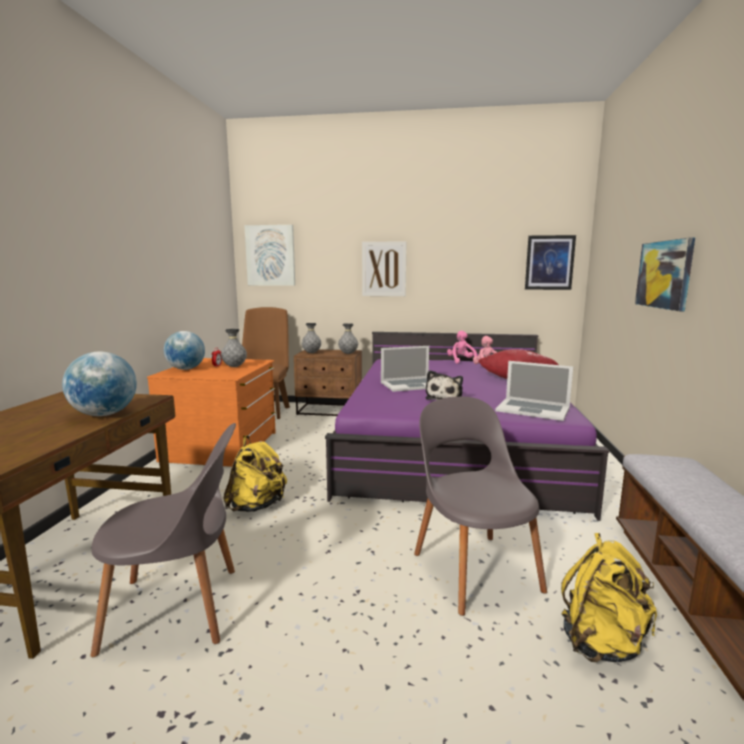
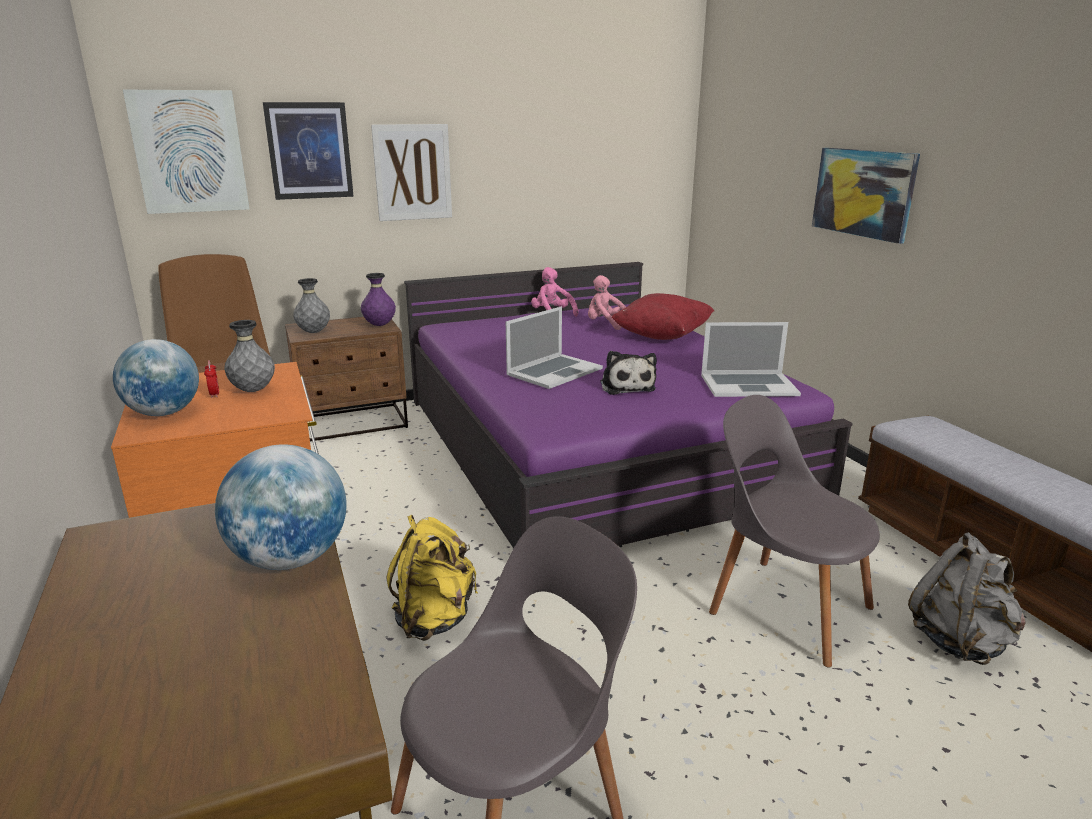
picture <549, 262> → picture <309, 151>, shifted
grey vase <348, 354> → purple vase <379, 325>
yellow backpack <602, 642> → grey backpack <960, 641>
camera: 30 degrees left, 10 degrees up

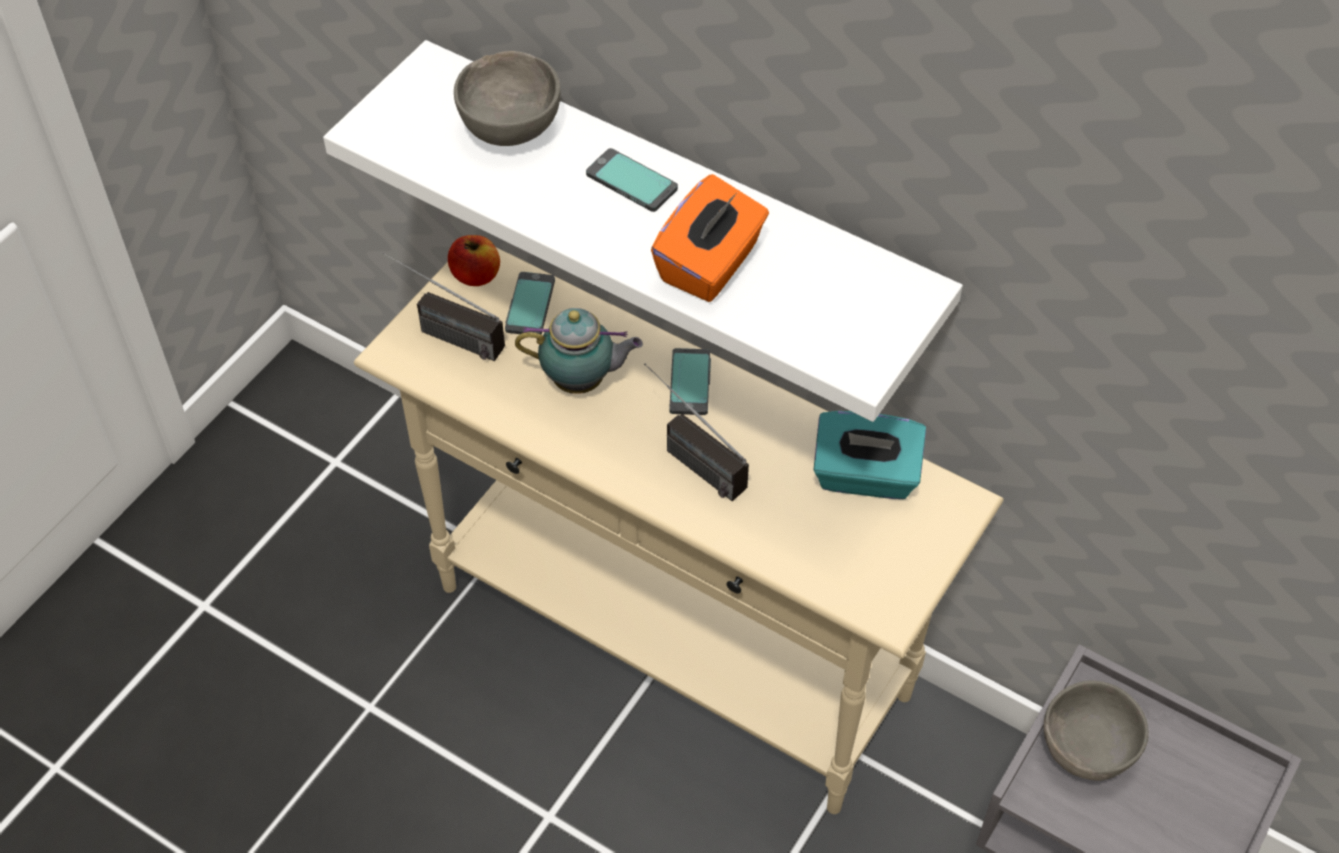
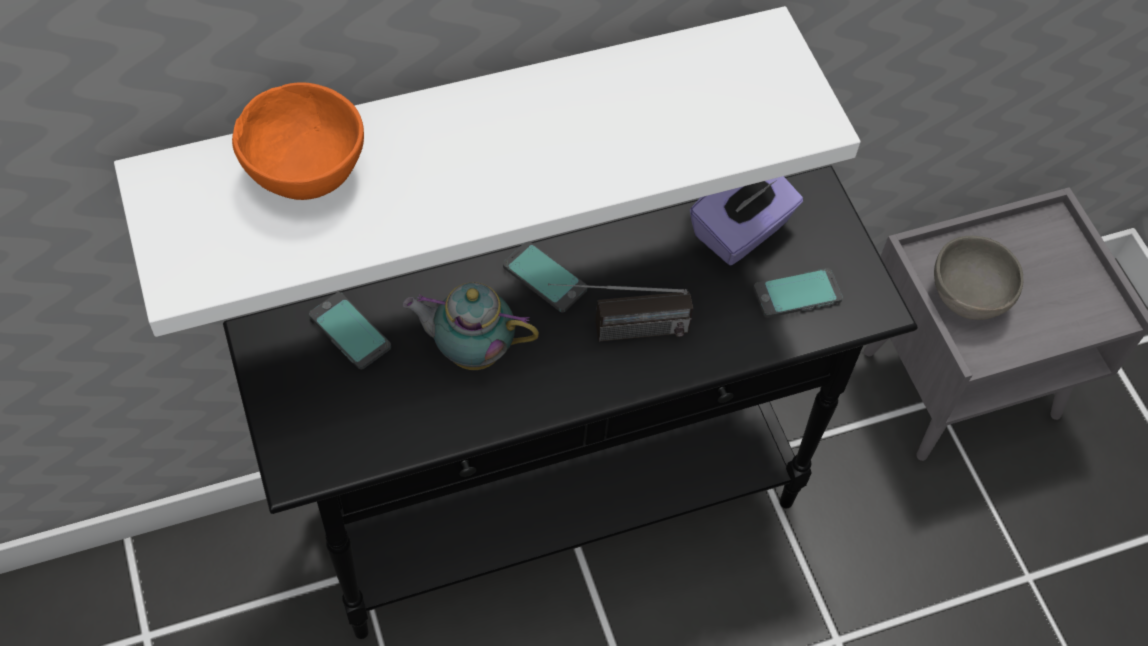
grey bowl <512, 128> → orange bowl <305, 170>
phone <631, 182> → phone <797, 294>, shifted
orange tissue box <710, 264> → -
apple <476, 275> → -
beige console table <672, 643> → black console table <560, 506>
radio <441, 333> → -
teapot <582, 381> → teapot <470, 351>, 120 degrees counterclockwise
turquoise tissue box <865, 476> → purple tissue box <741, 231>
camera: 55 degrees left, 5 degrees up

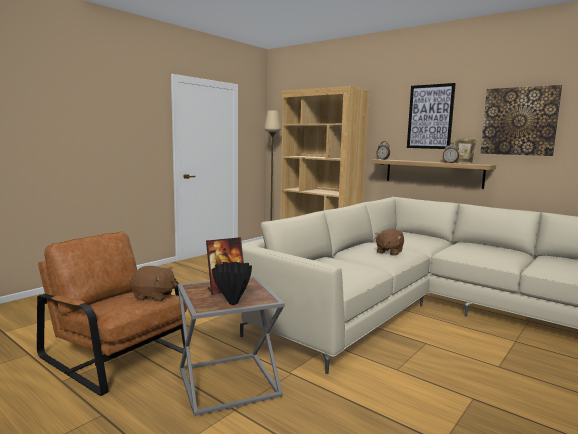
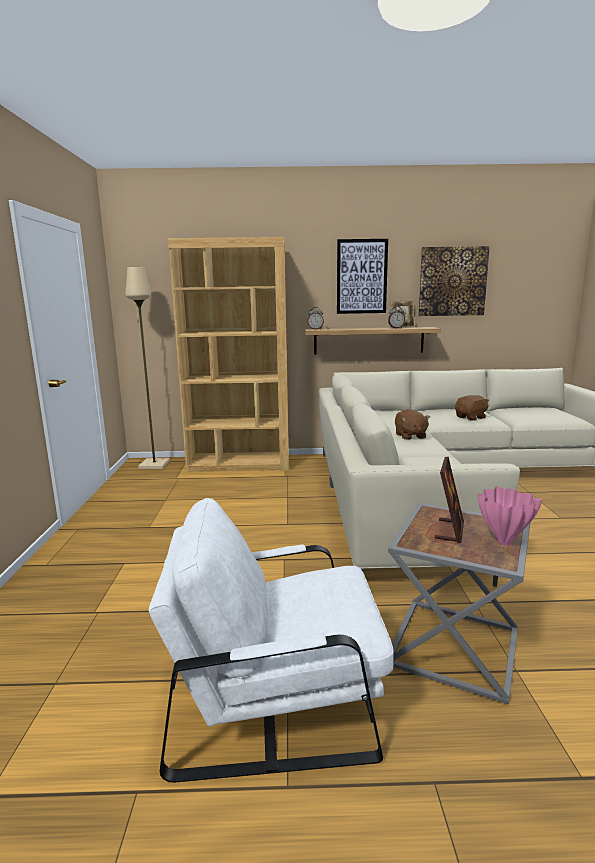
brown armchair <117, 354> → white armchair <276, 697>
black vase <233, 302> → pink vase <503, 542>
brown plush toy <154, 296> → brown plush toy <471, 418>, shifted
camera: 40 degrees left, 5 degrees up

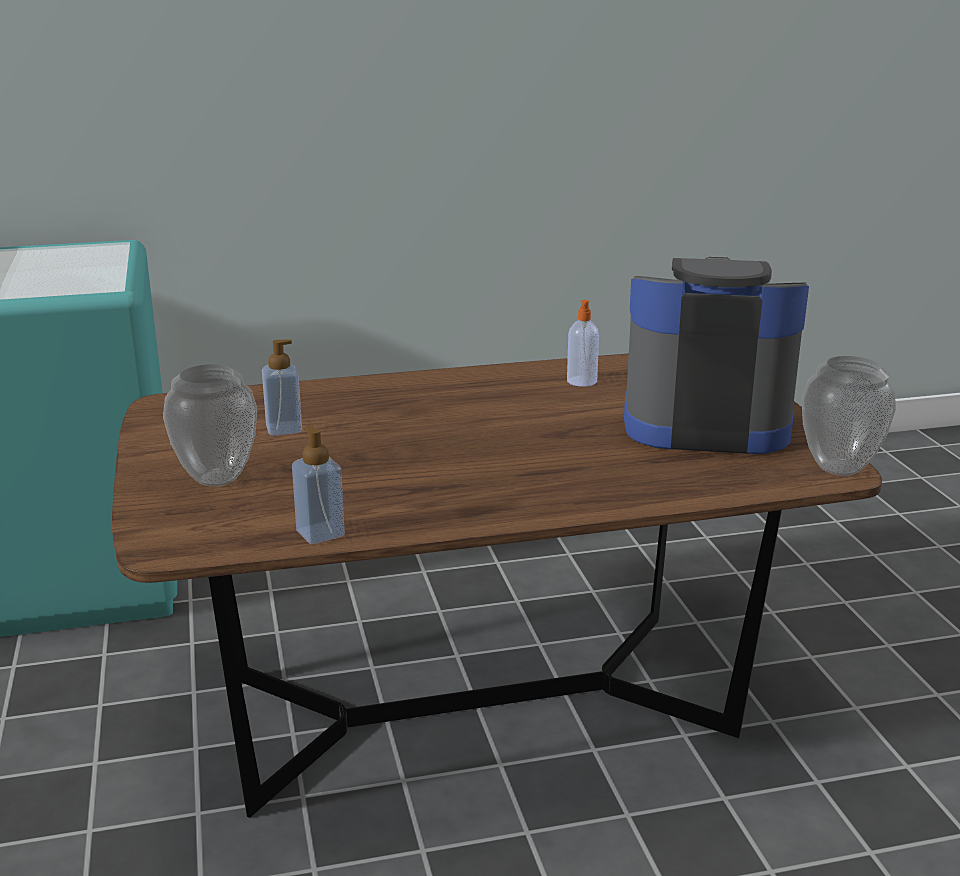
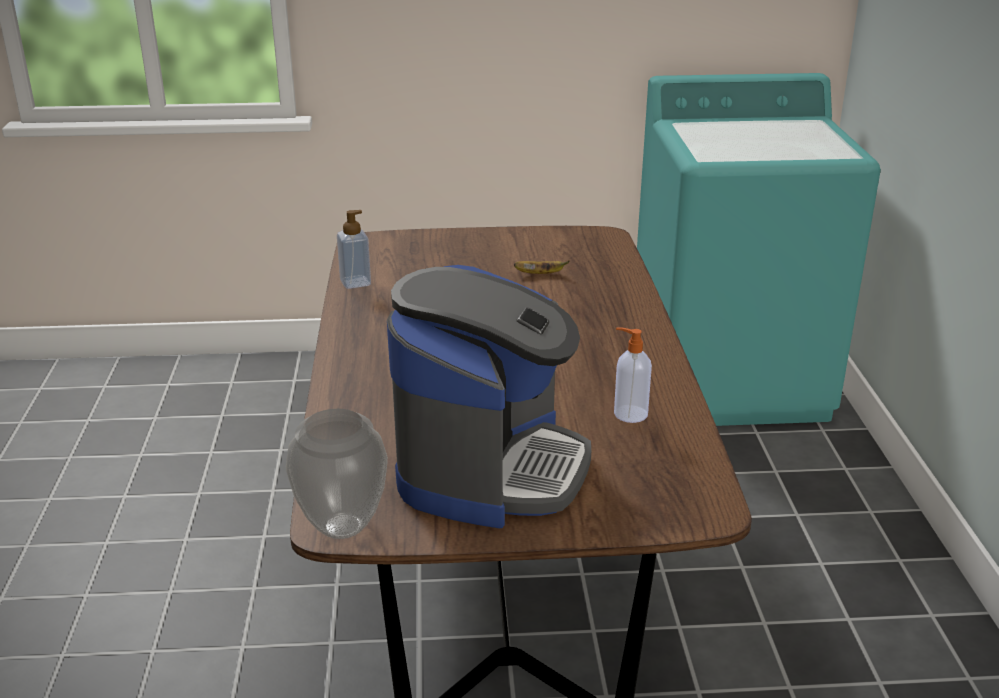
soap dispenser <284, 429> → banana <540, 274>
vase <218, 479> → -
camera: 100 degrees right, 5 degrees up

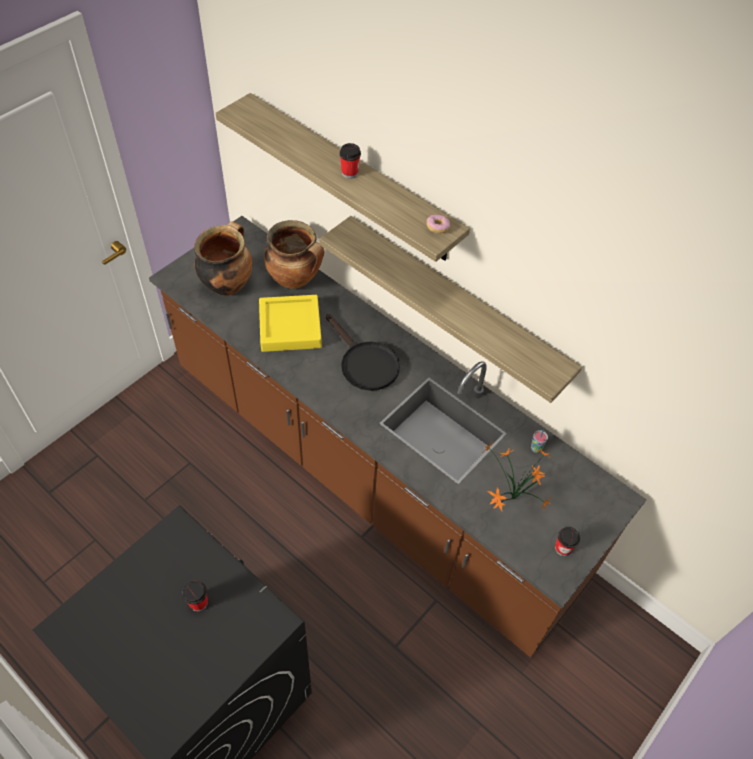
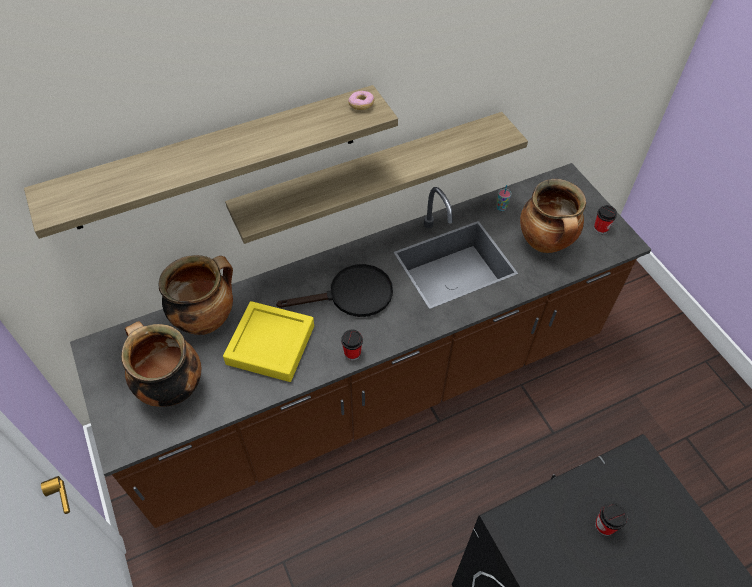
cup <349, 173> → cup <352, 353>, shifted
potted plant <510, 499> → cooking pot <545, 243>
camera: 65 degrees left, 0 degrees up

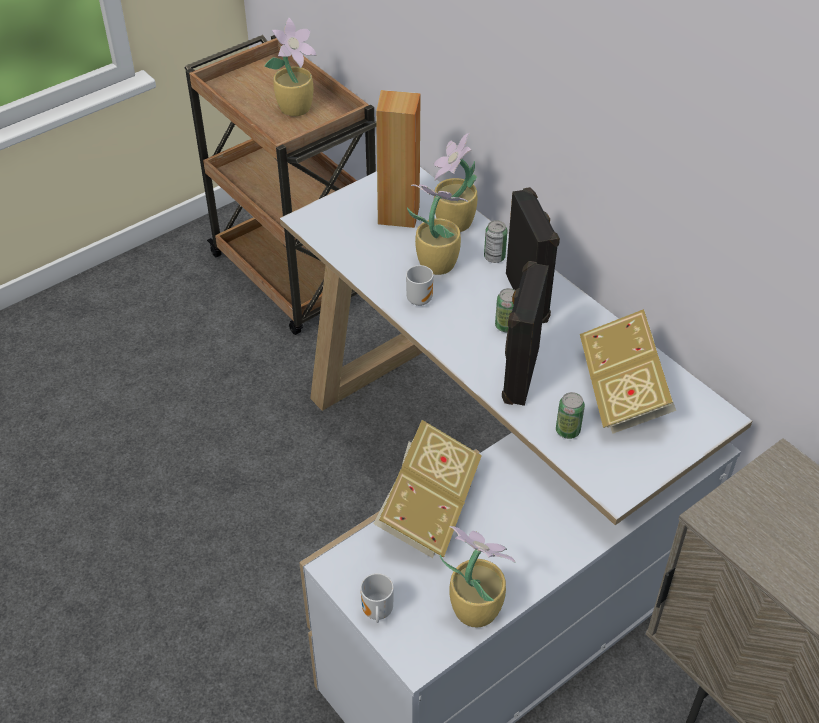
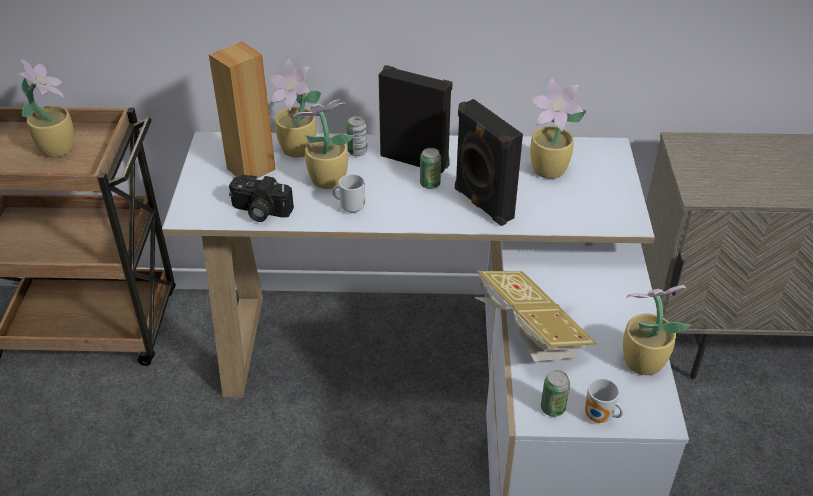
book <623, 392> → potted plant <550, 171>
can <567, 431> → can <552, 408>, shifted
- → photo camera <259, 211>
camera: 50 degrees left, 5 degrees down

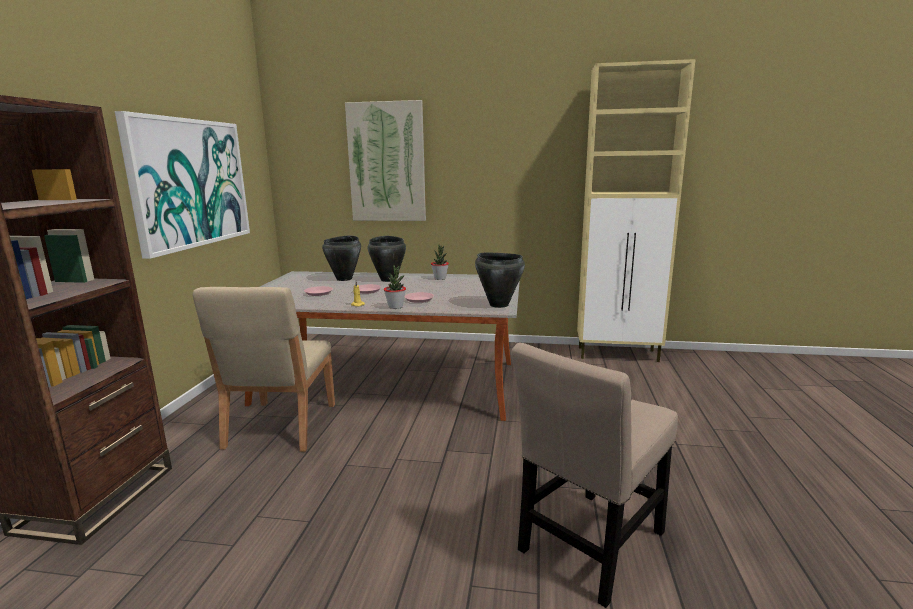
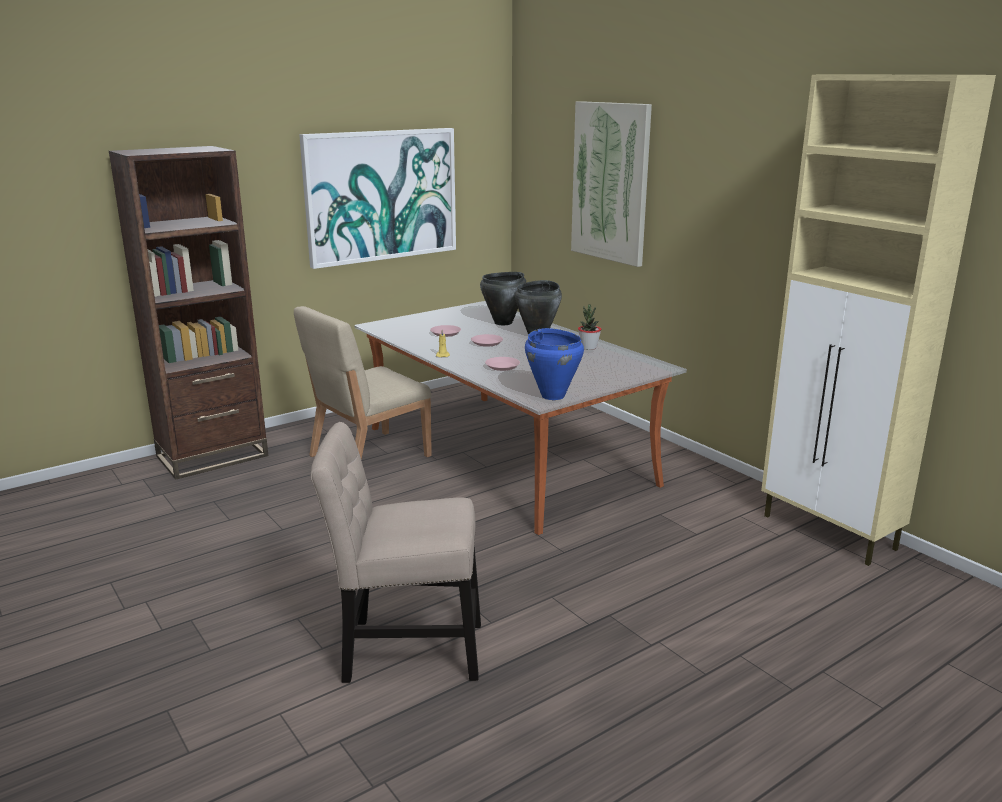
black cooking pot <498, 305> → blue cooking pot <553, 396>
potted plant <395, 307> → -
camera: 45 degrees right, 5 degrees up

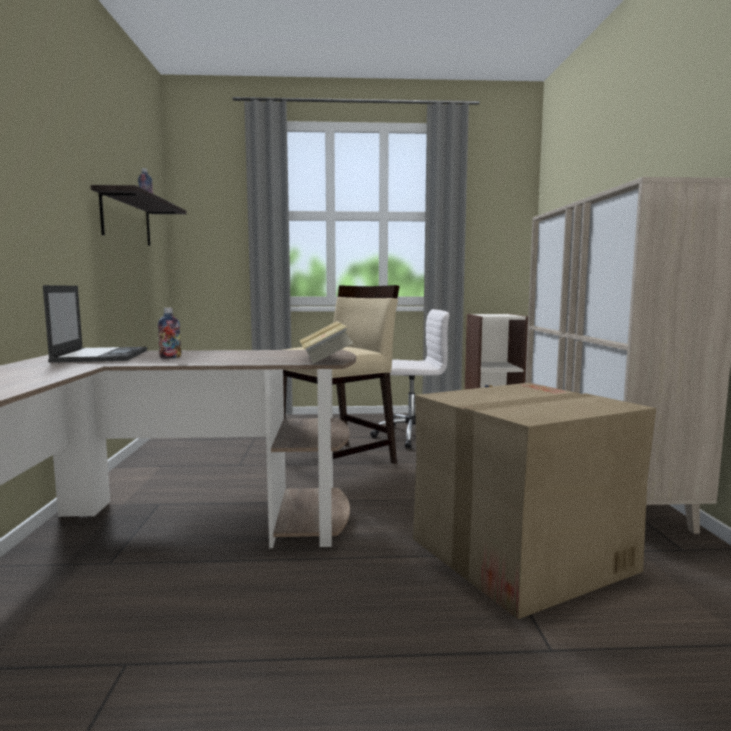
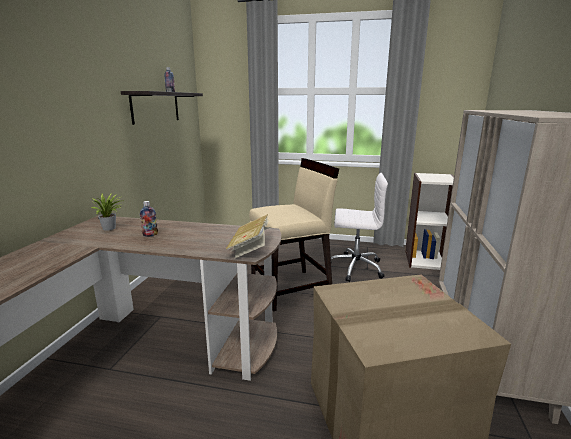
laptop <101, 355> → potted plant <110, 228>
camera: 15 degrees right, 10 degrees up

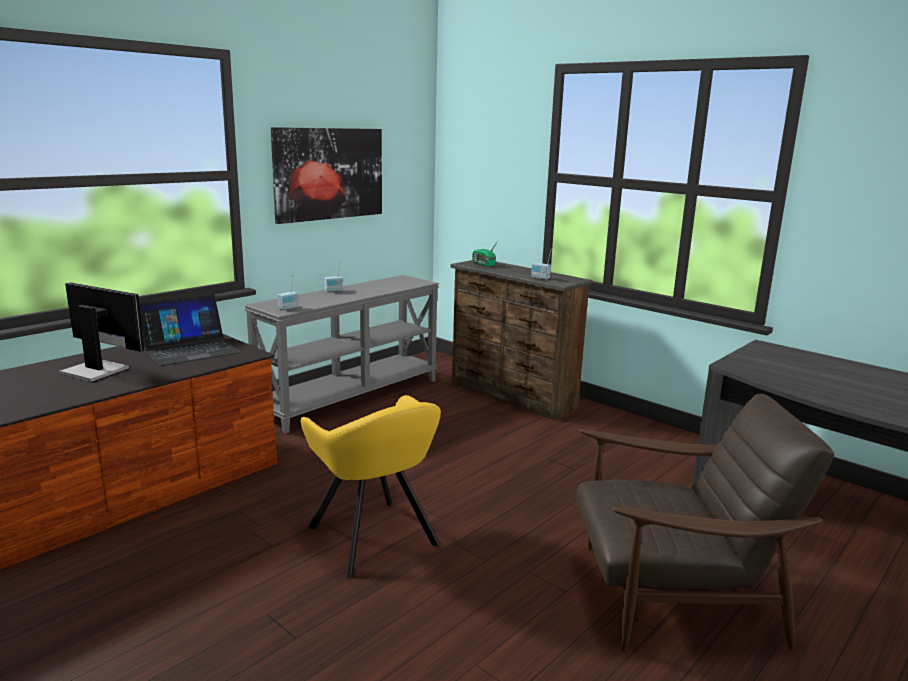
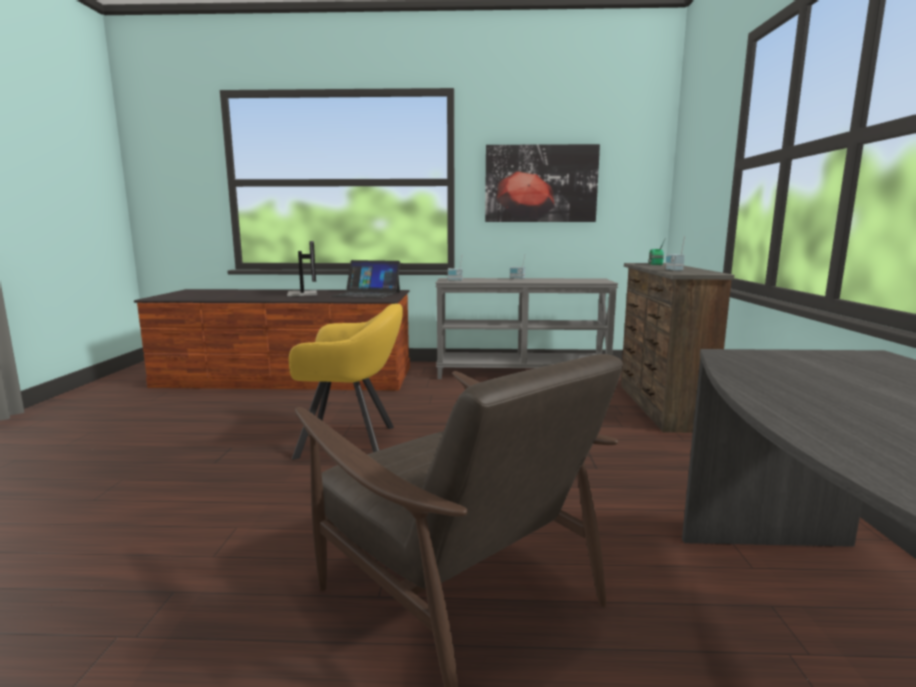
yellow armchair <374, 540> → yellow armchair <352, 442>, 105 degrees counterclockwise
camera: 50 degrees right, 5 degrees down

